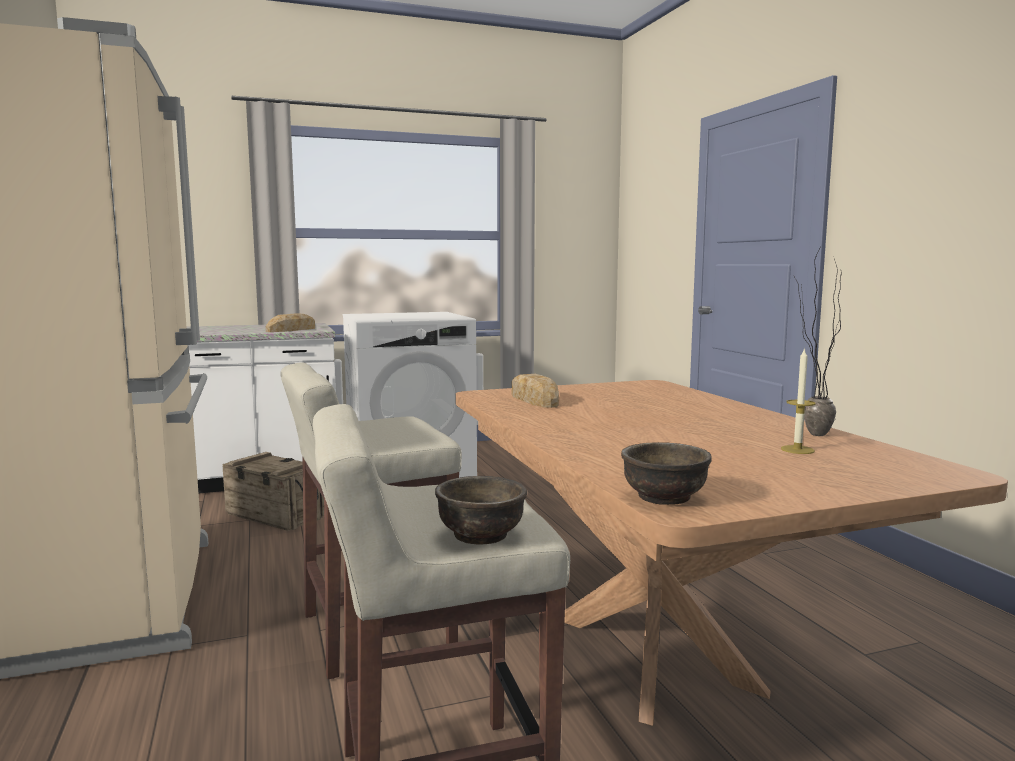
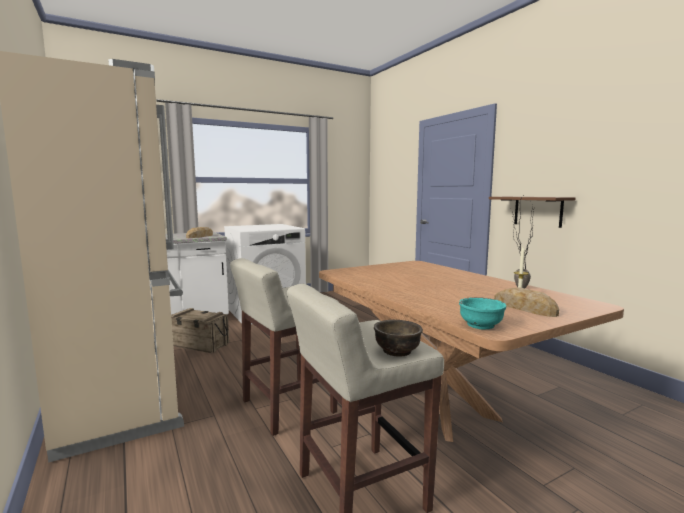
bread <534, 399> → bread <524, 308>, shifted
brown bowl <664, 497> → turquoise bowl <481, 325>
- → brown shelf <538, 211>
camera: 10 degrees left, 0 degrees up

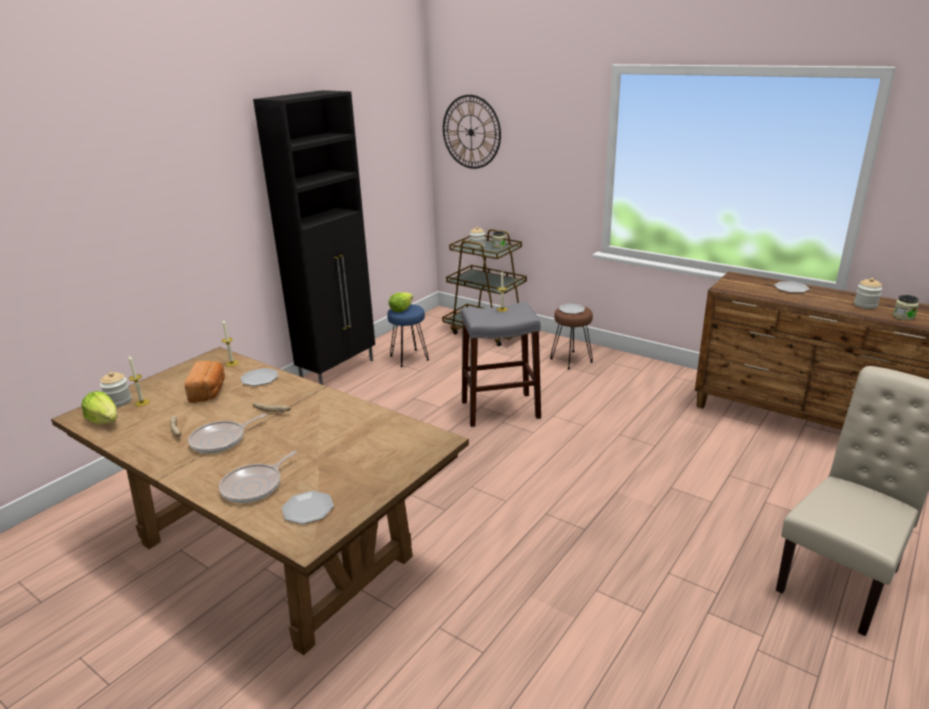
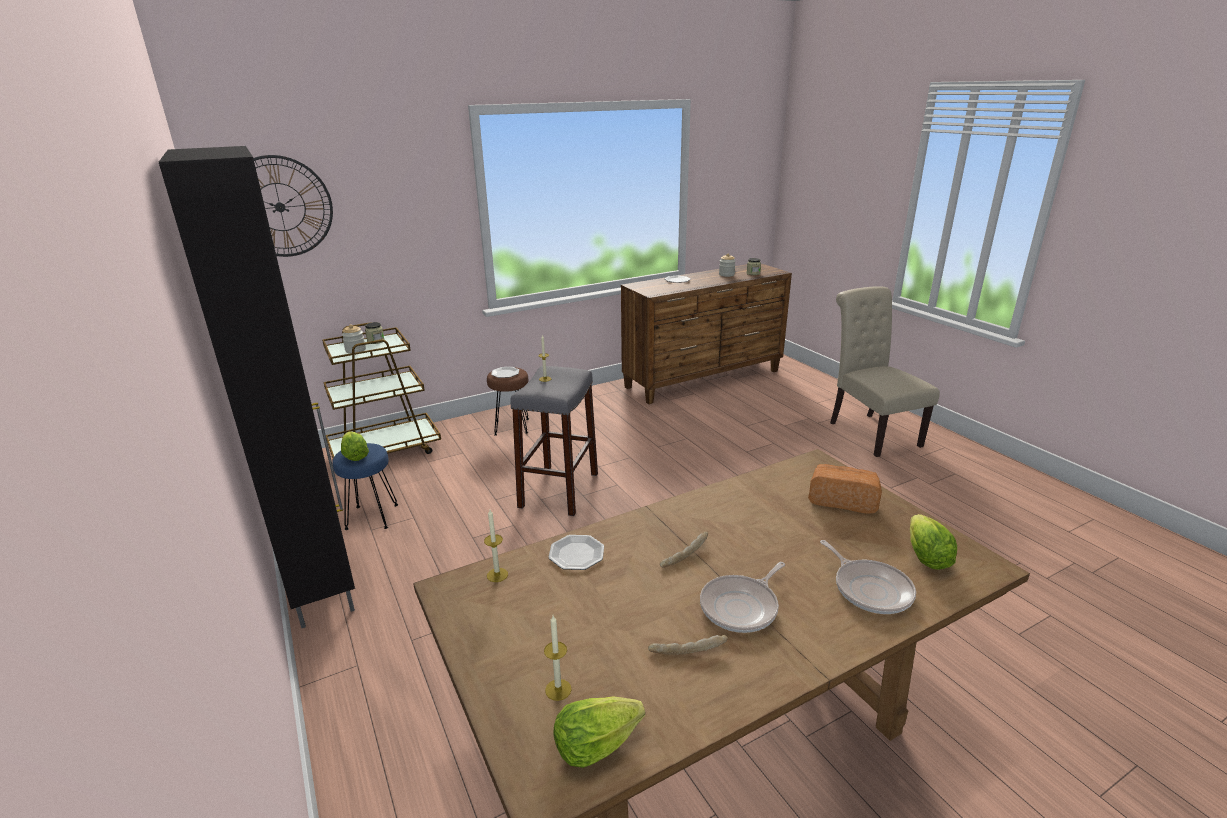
bread <209, 392> → bread <842, 500>, shifted
jar <119, 401> → -
frying pan <221, 440> → frying pan <741, 607>, 60 degrees clockwise
plate <307, 509> → lettuce <926, 557>
camera: 65 degrees left, 0 degrees up

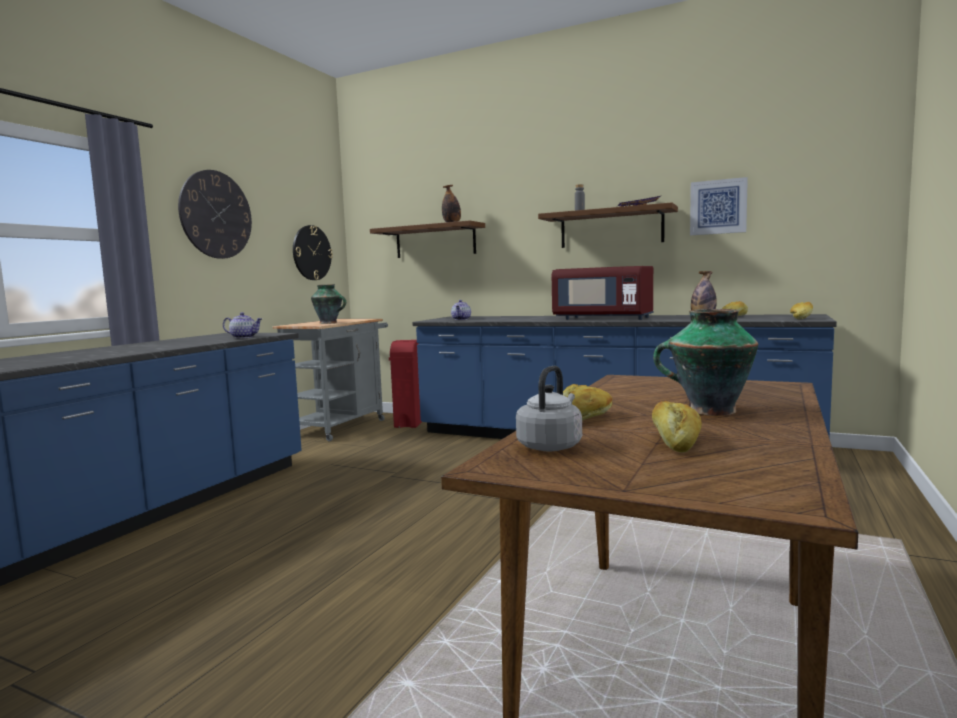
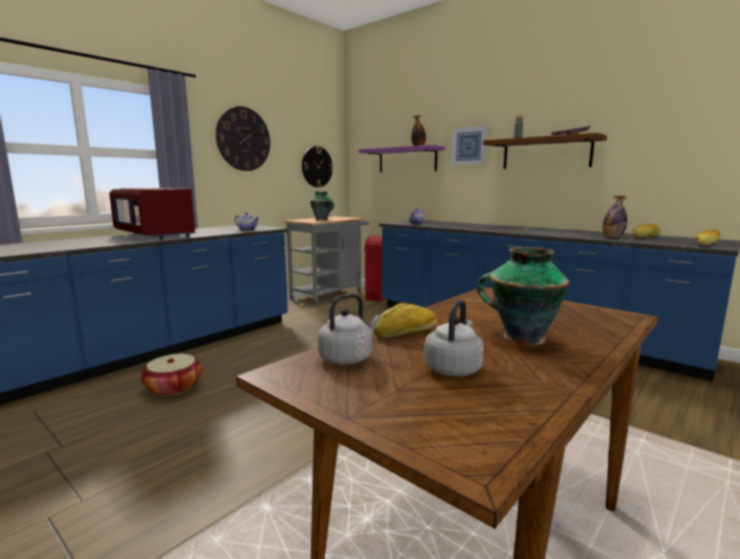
picture <718, 207> → picture <469, 146>, shifted
brown shelf <435, 241> → purple shelf <407, 160>
red microwave <603, 318> → red microwave <155, 235>, shifted
bread <676, 441> → grey kettle <454, 368>
- → basket <174, 387>
camera: 15 degrees right, 5 degrees up

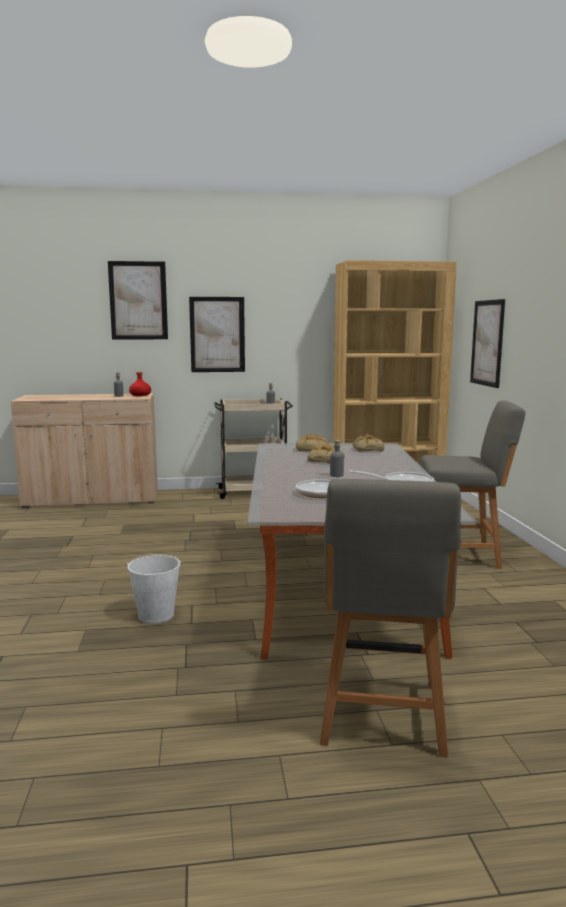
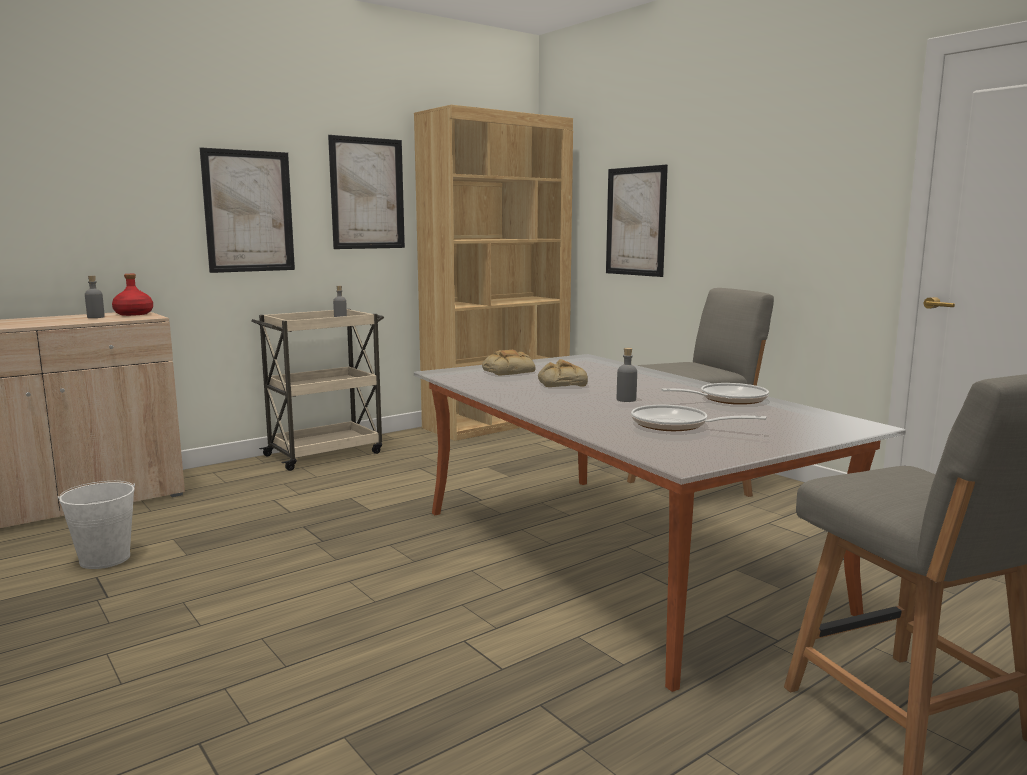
picture <138, 300> → picture <367, 193>, shifted
bread <367, 449> → -
white bucket <156, 615> → white bucket <105, 559>, shifted
camera: 30 degrees left, 0 degrees up

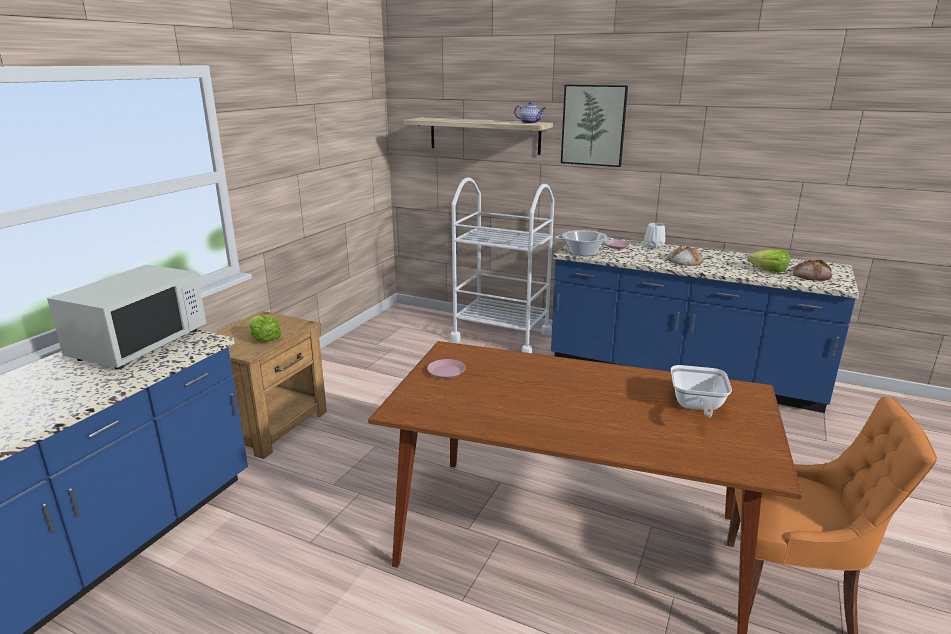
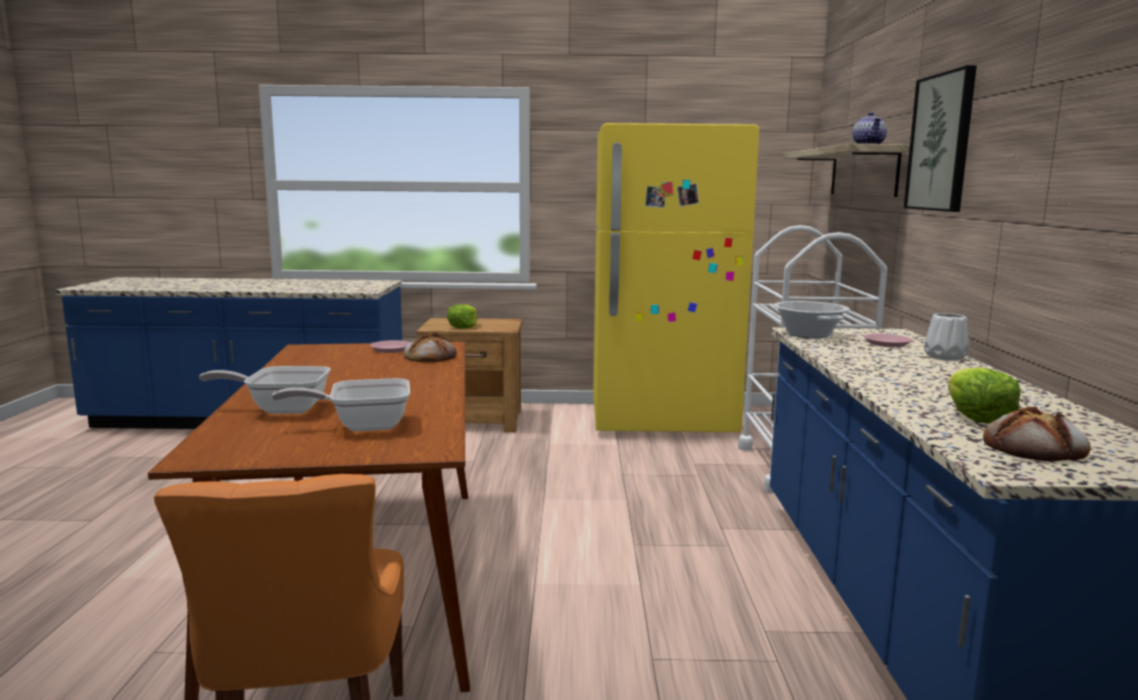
bread <684, 261> → bread <430, 356>, shifted
white microwave <139, 344> → -
- → yellow fridge <662, 421>
- → frying pan <281, 409>
camera: 65 degrees right, 10 degrees down

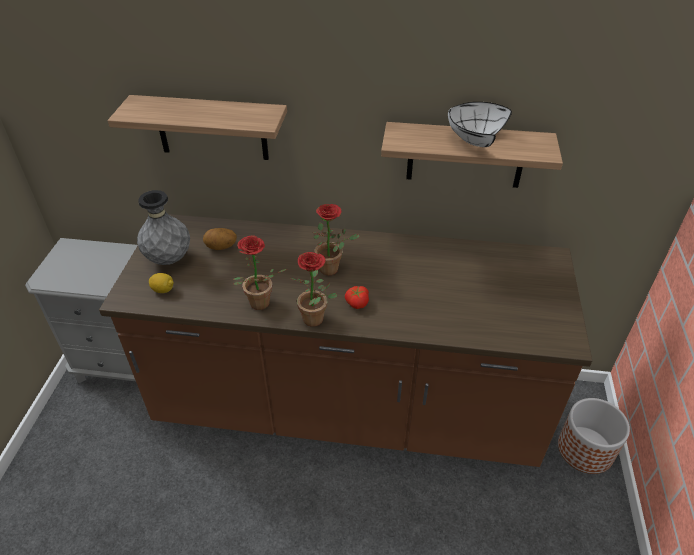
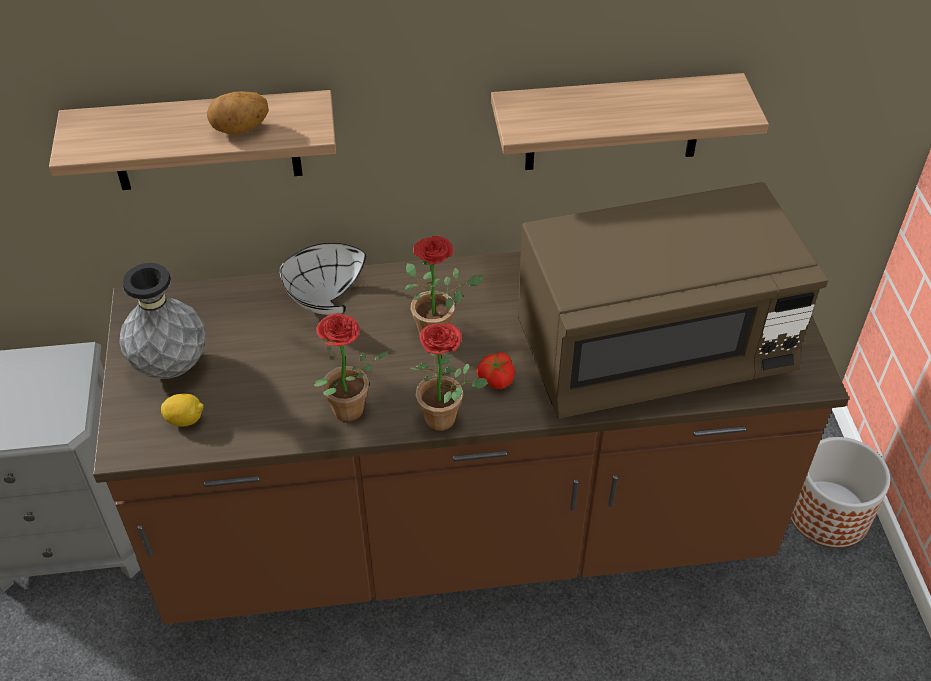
white bowl <472, 140> → white bowl <321, 299>, shifted
potato <221, 248> → potato <241, 130>, shifted
- → brown microwave <653, 351>
camera: 15 degrees left, 5 degrees up

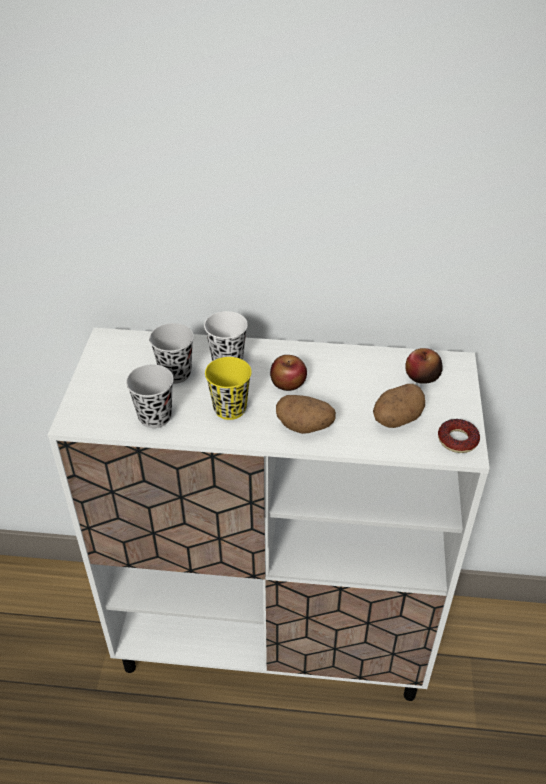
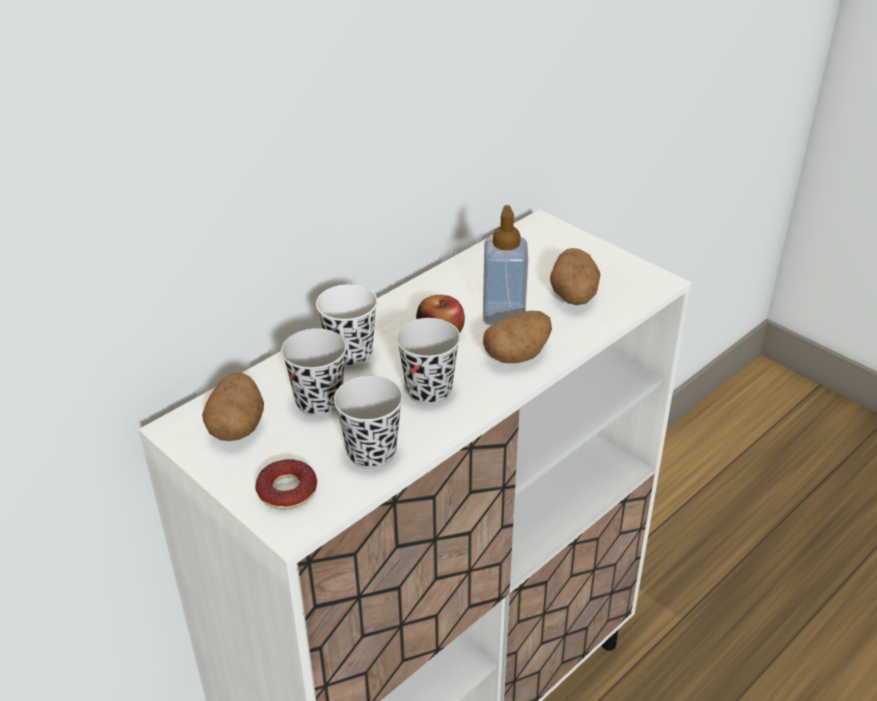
apple <421, 377> → -
yellow cup <230, 409> → black cup <429, 391>
donut <457, 440> → donut <287, 490>, shifted
- → soap dispenser <503, 314>
- → potato <237, 426>
camera: 50 degrees left, 5 degrees down

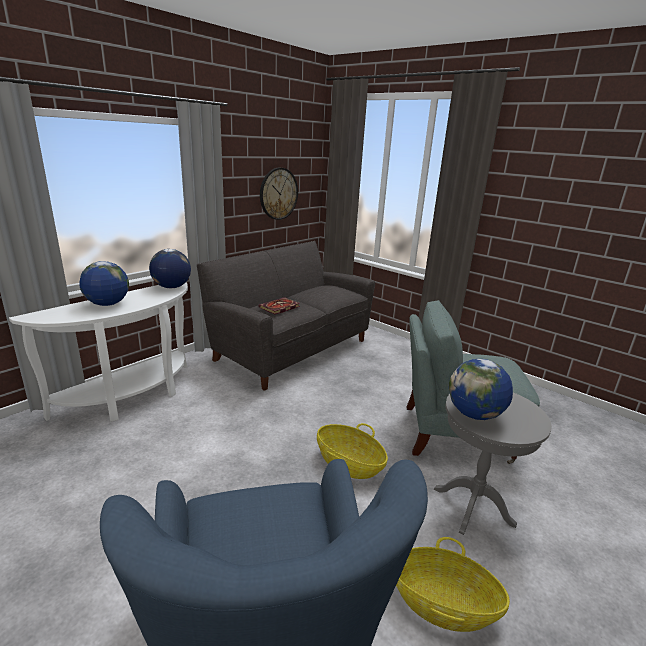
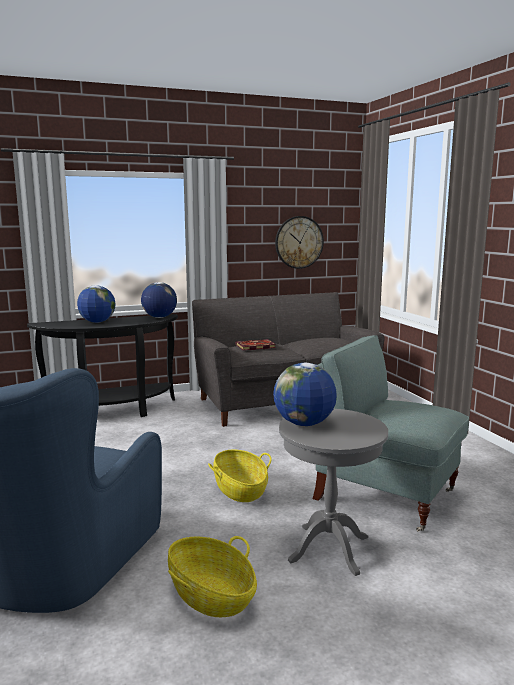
white console table <132, 397> → black console table <112, 412>
camera: 30 degrees right, 10 degrees down

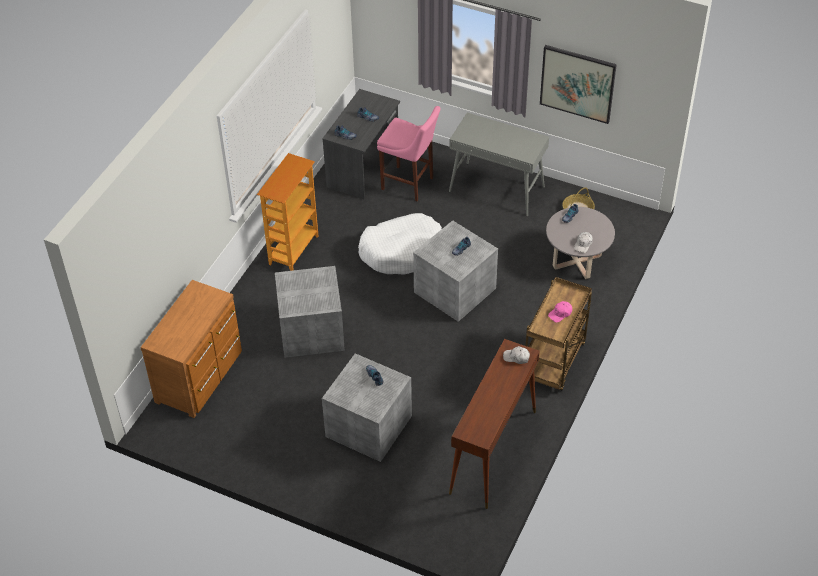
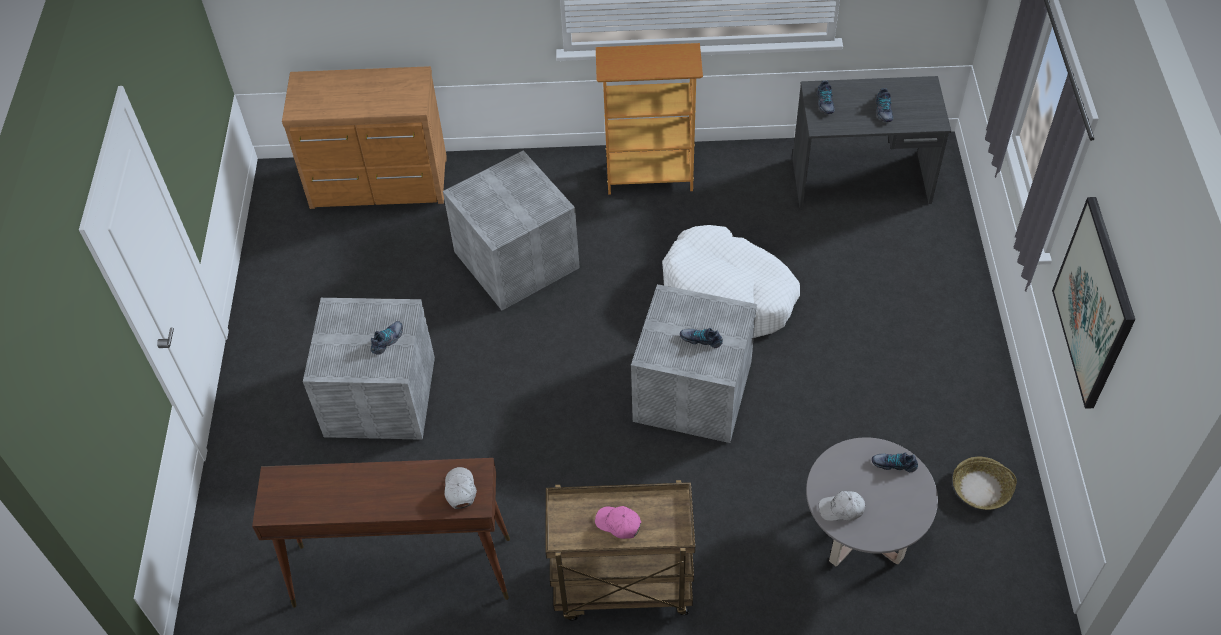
pink stool <409, 184> → -
grey console table <497, 189> → -
camera: 65 degrees right, 5 degrees up

